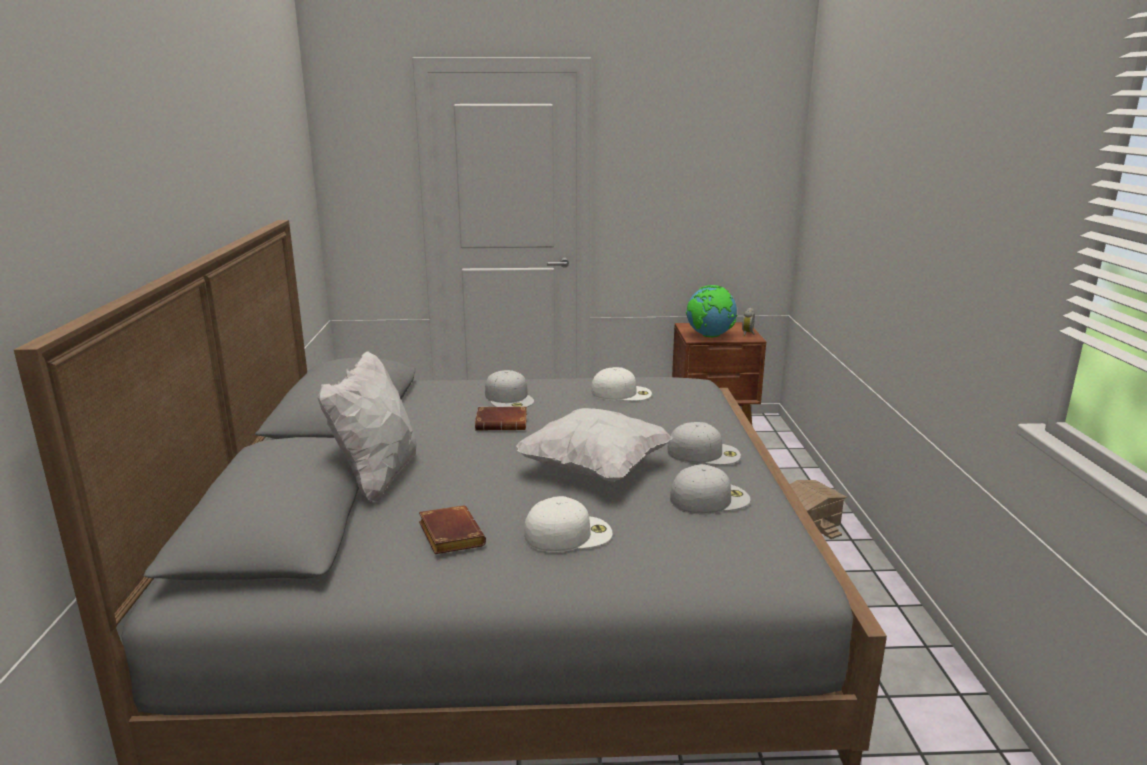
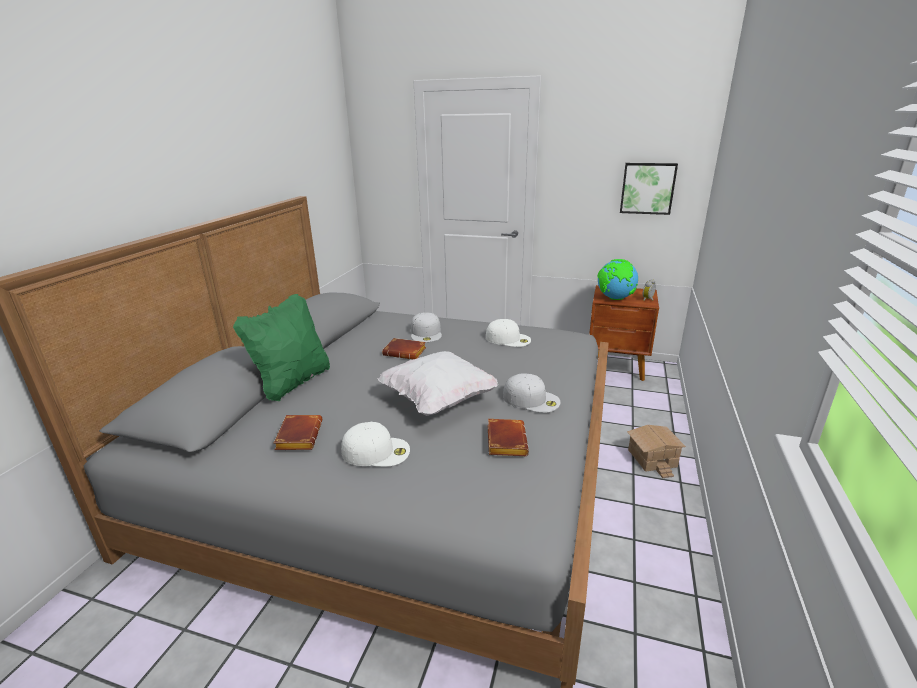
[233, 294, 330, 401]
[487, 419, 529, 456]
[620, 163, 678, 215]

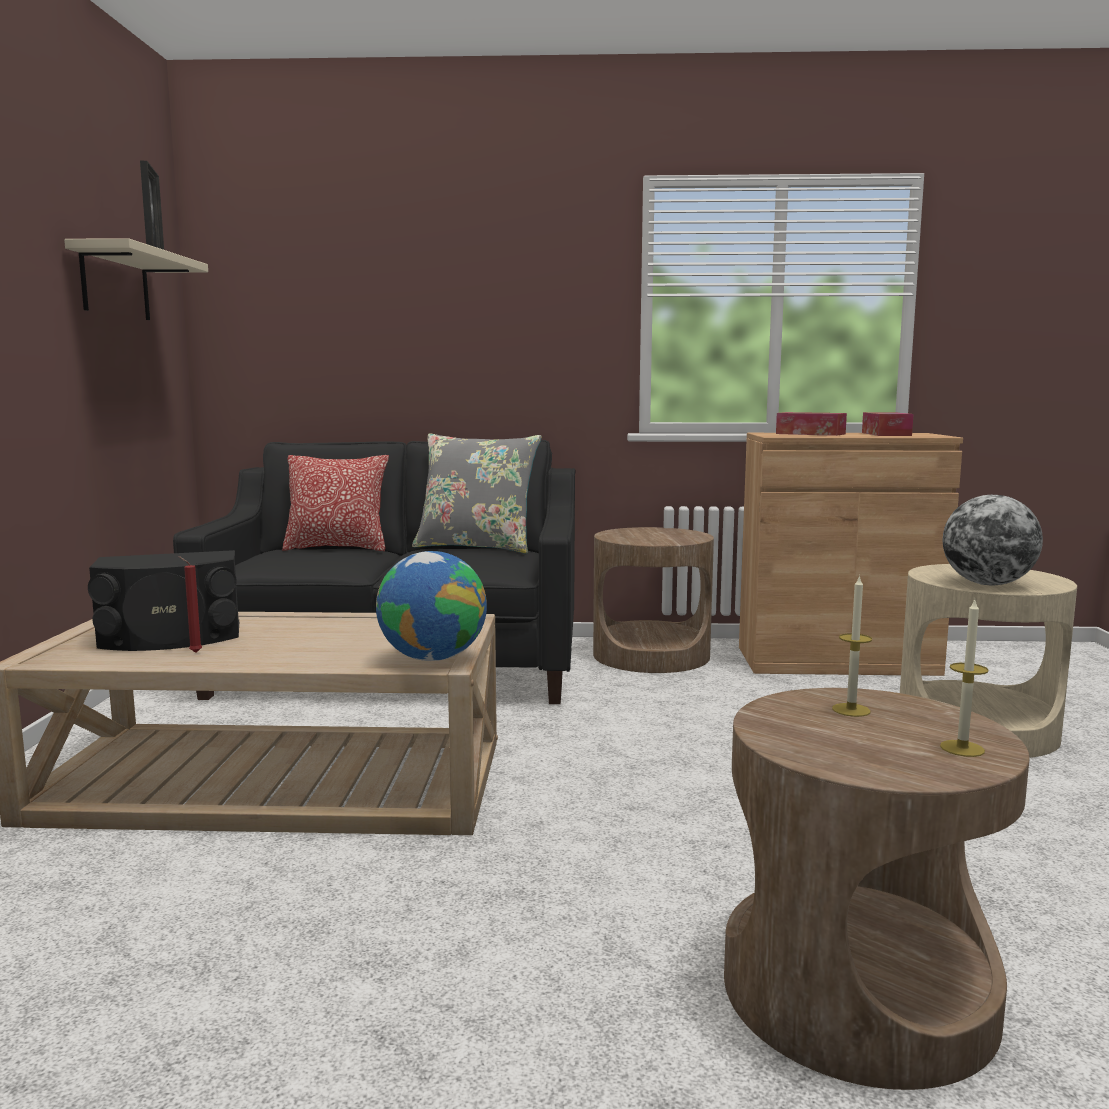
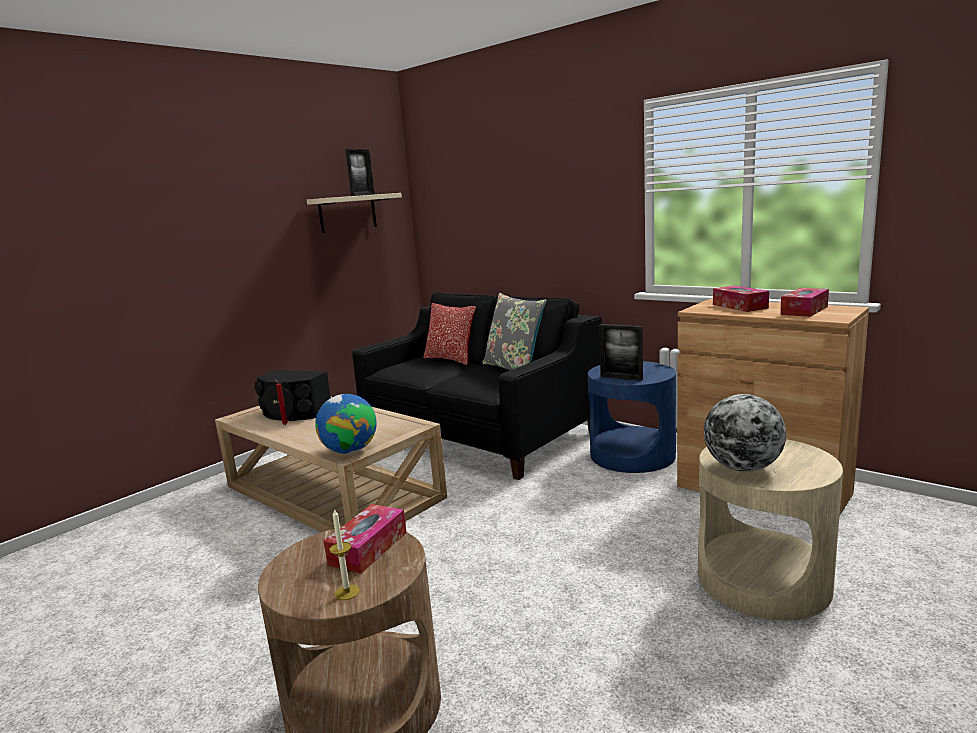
[588, 361, 676, 473]
[324, 504, 407, 574]
[599, 324, 643, 381]

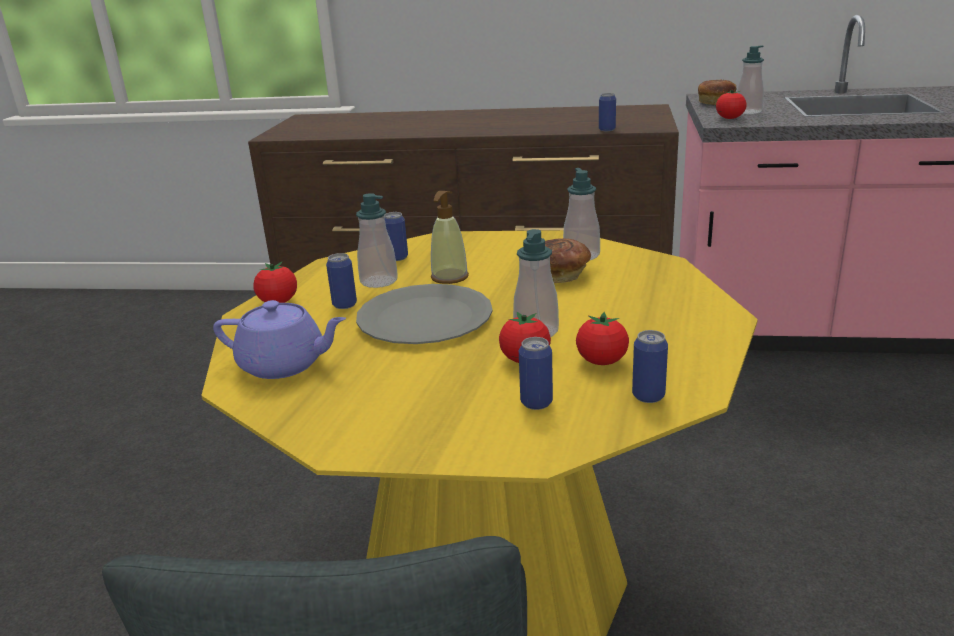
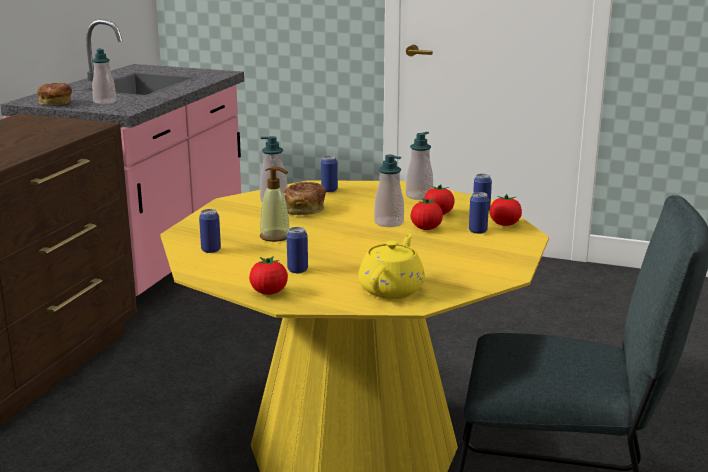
[490, 194, 522, 226]
[321, 156, 338, 192]
[406, 132, 433, 200]
[356, 284, 493, 344] (first image)
[358, 234, 425, 299]

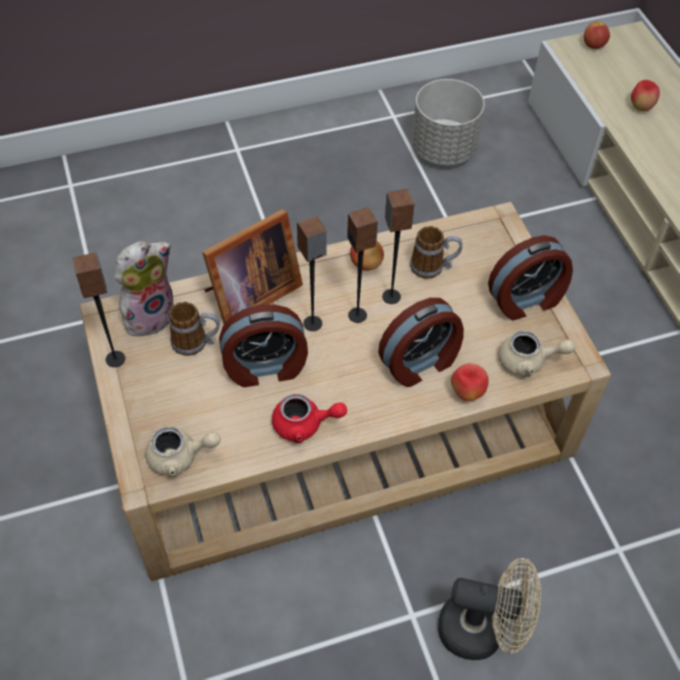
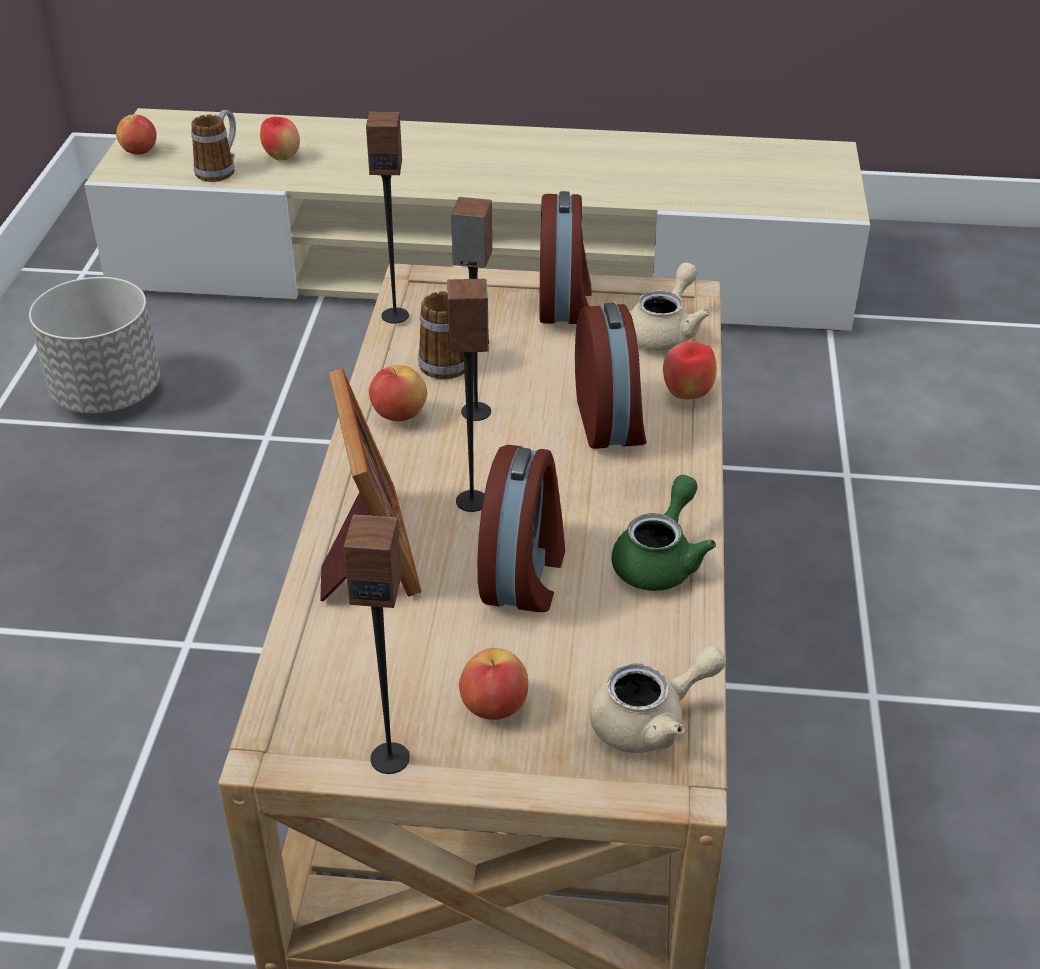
[366, 112, 409, 324]
[115, 241, 174, 336] (first image)
[191, 110, 236, 182]
[611, 475, 716, 591]
[590, 646, 726, 753]
[438, 558, 541, 660] (first image)
[459, 648, 528, 720]

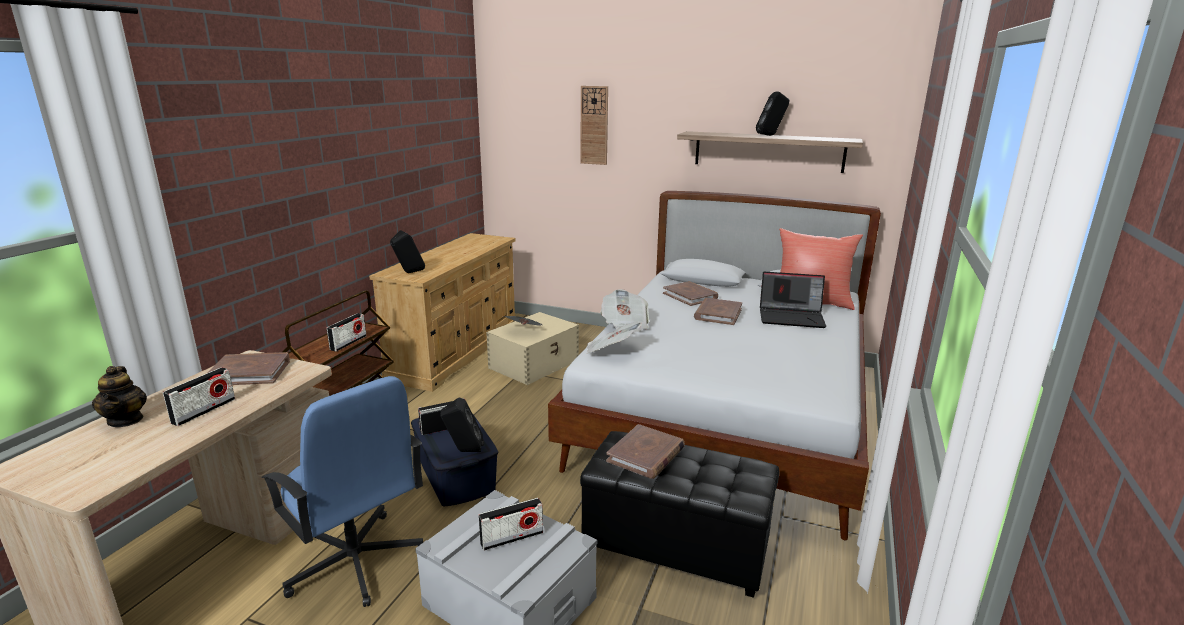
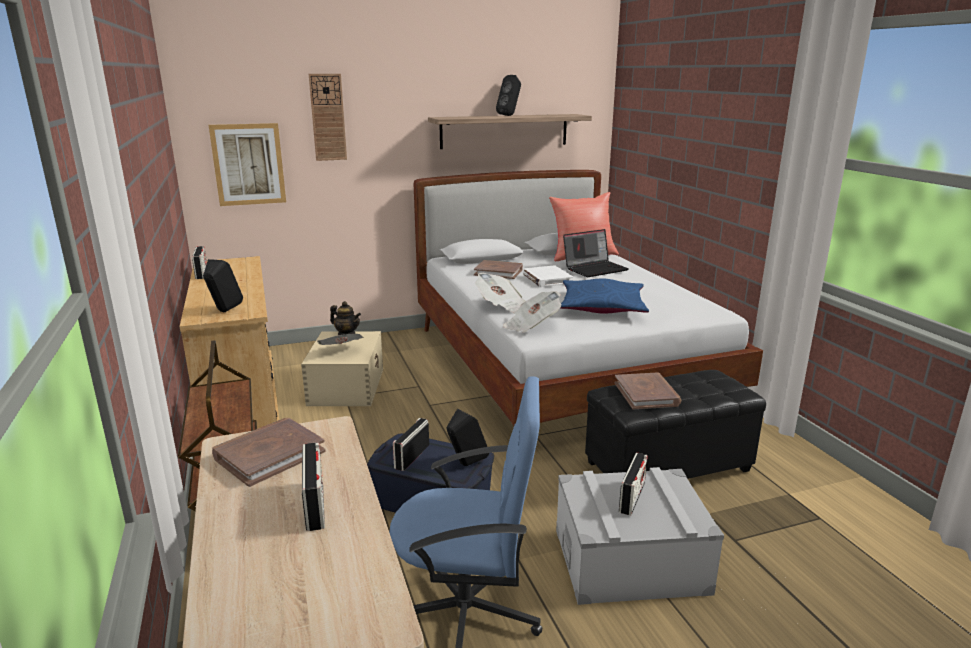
[523, 265, 573, 287]
[192, 246, 207, 279]
[330, 301, 361, 335]
[209, 123, 286, 206]
[560, 278, 649, 314]

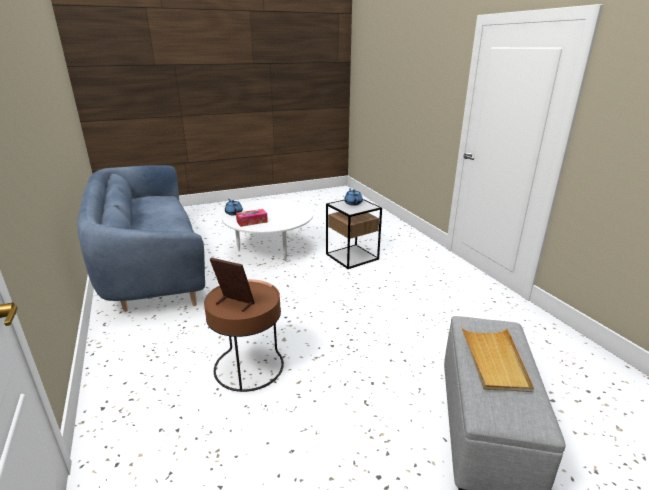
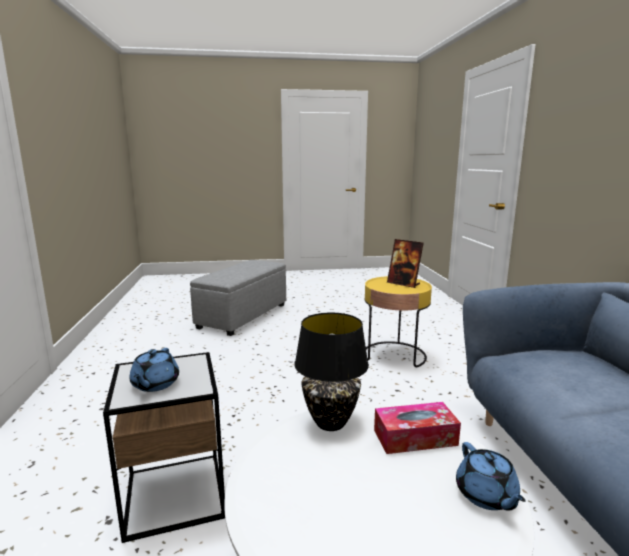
[364, 276, 432, 367]
[461, 326, 534, 392] (first image)
[294, 313, 369, 431]

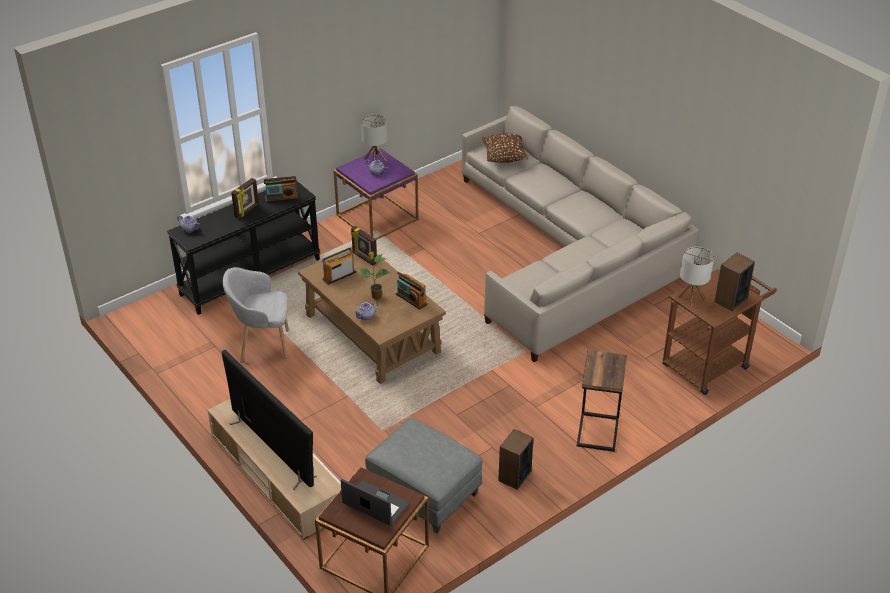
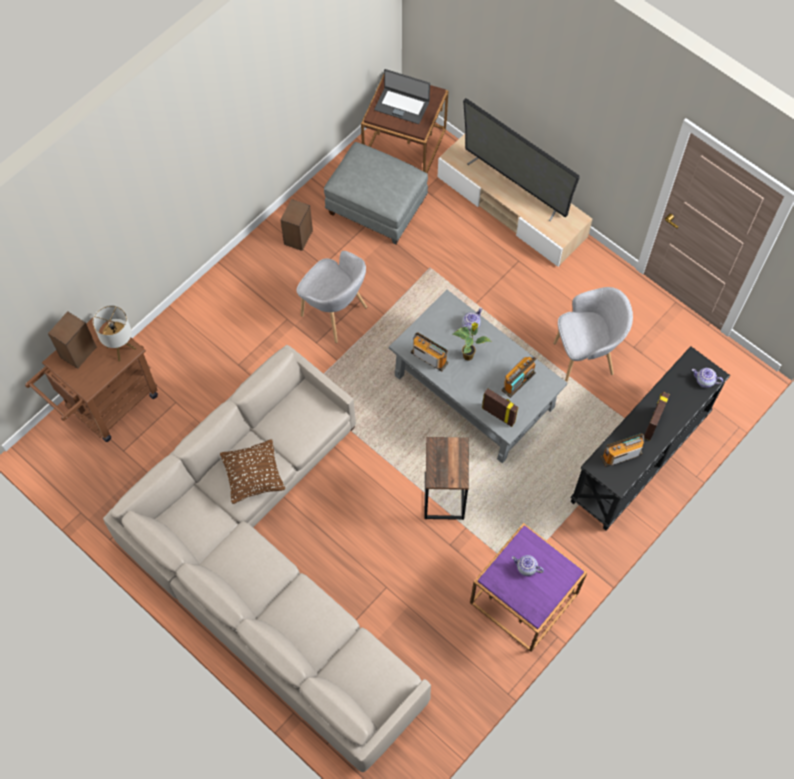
[361, 114, 387, 161] (first image)
[220, 439, 285, 504]
[389, 290, 567, 463]
[424, 437, 469, 520]
[297, 251, 367, 343]

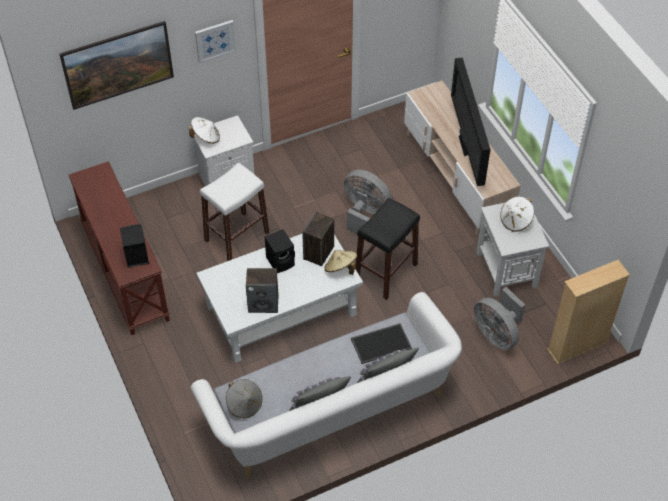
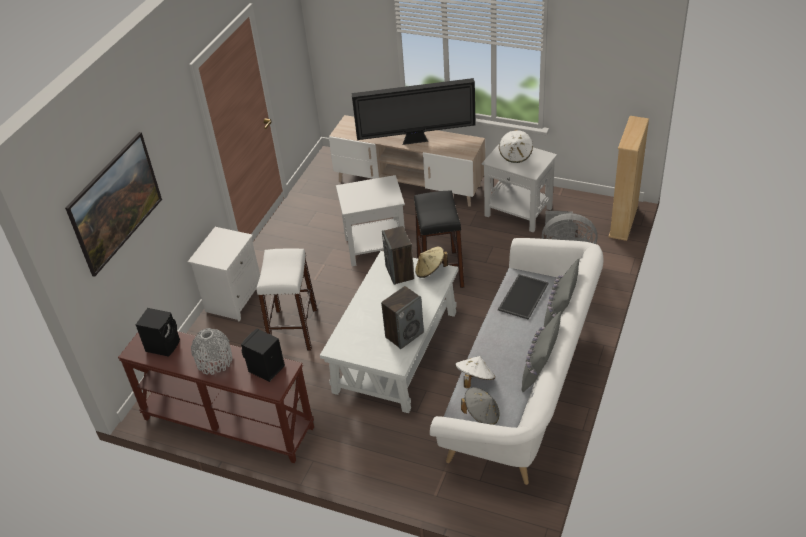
[195, 20, 236, 63] (first image)
[351, 78, 476, 145]
[455, 356, 495, 388]
[336, 175, 405, 266]
[136, 308, 180, 357]
[191, 328, 233, 375]

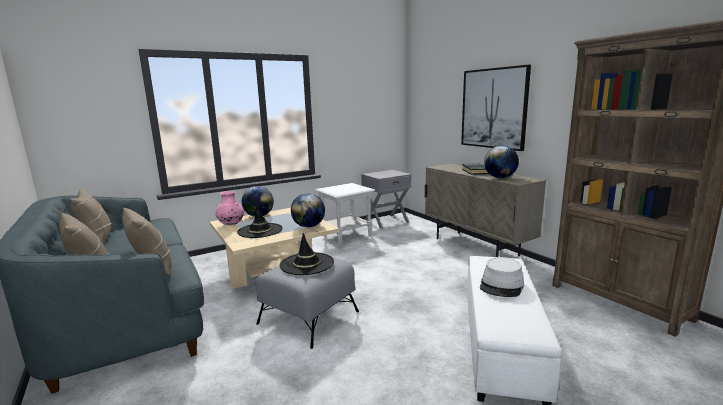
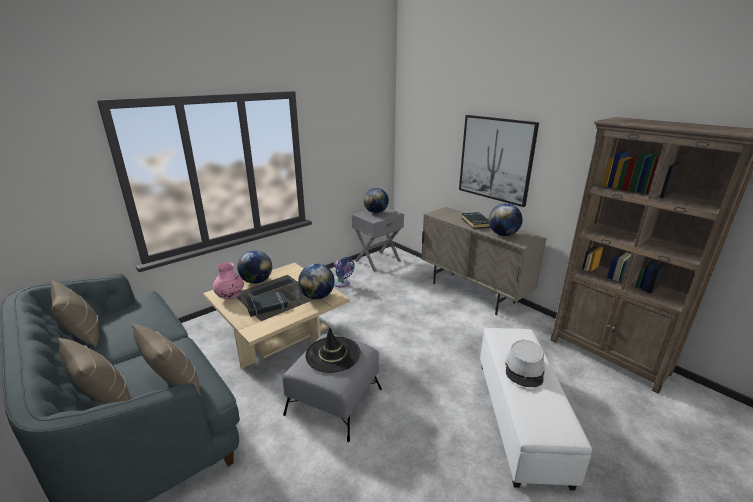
[334, 257, 355, 287]
[245, 291, 288, 317]
[363, 188, 389, 213]

